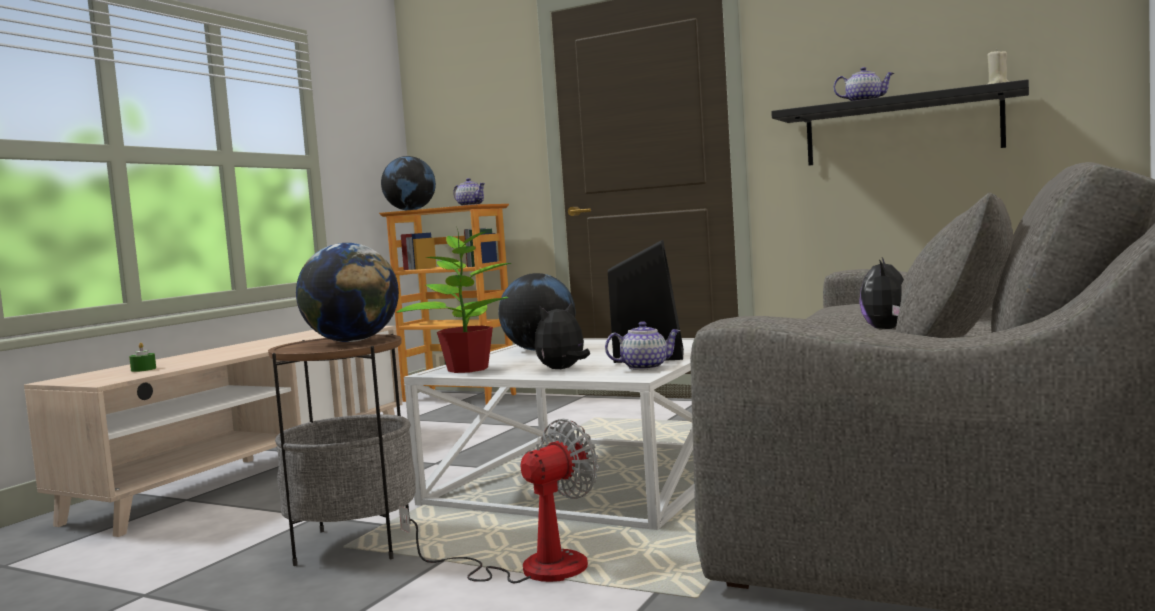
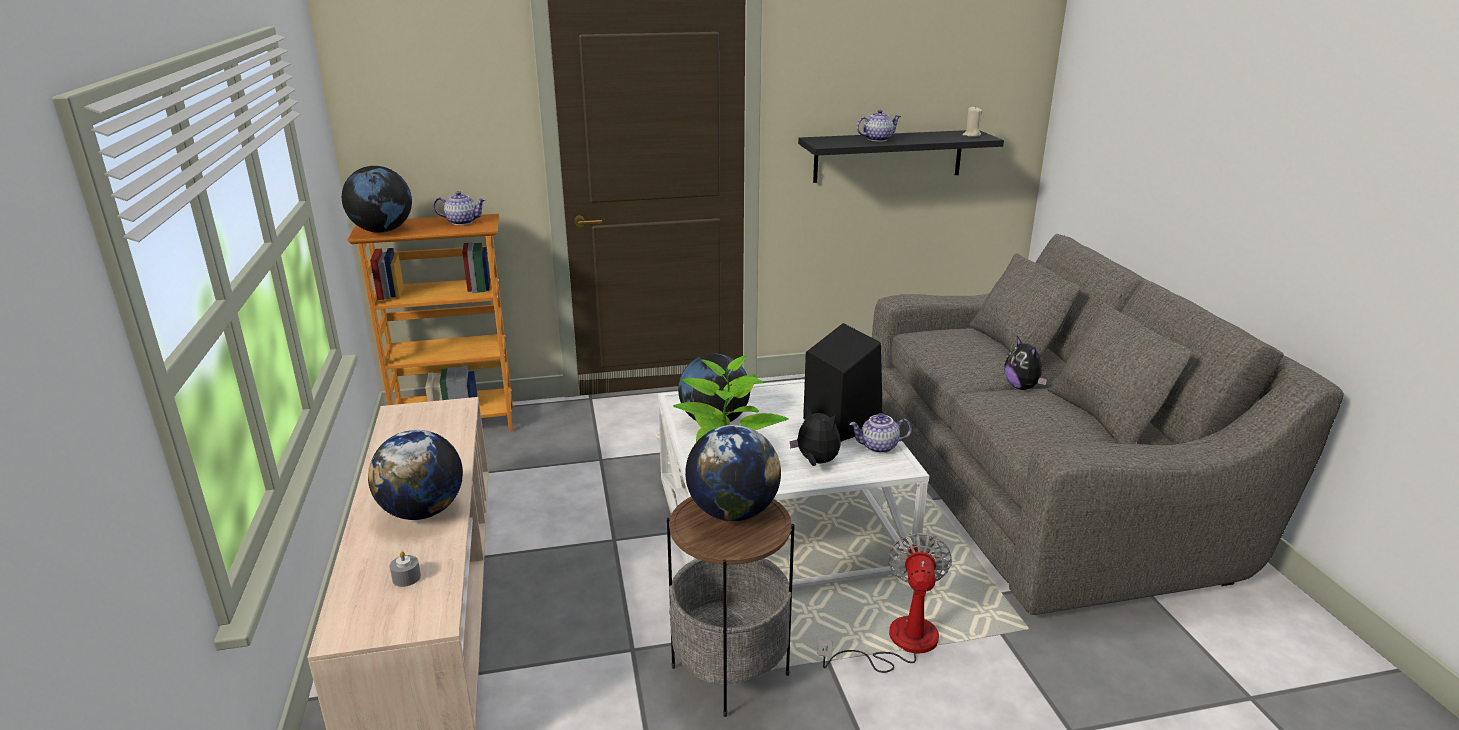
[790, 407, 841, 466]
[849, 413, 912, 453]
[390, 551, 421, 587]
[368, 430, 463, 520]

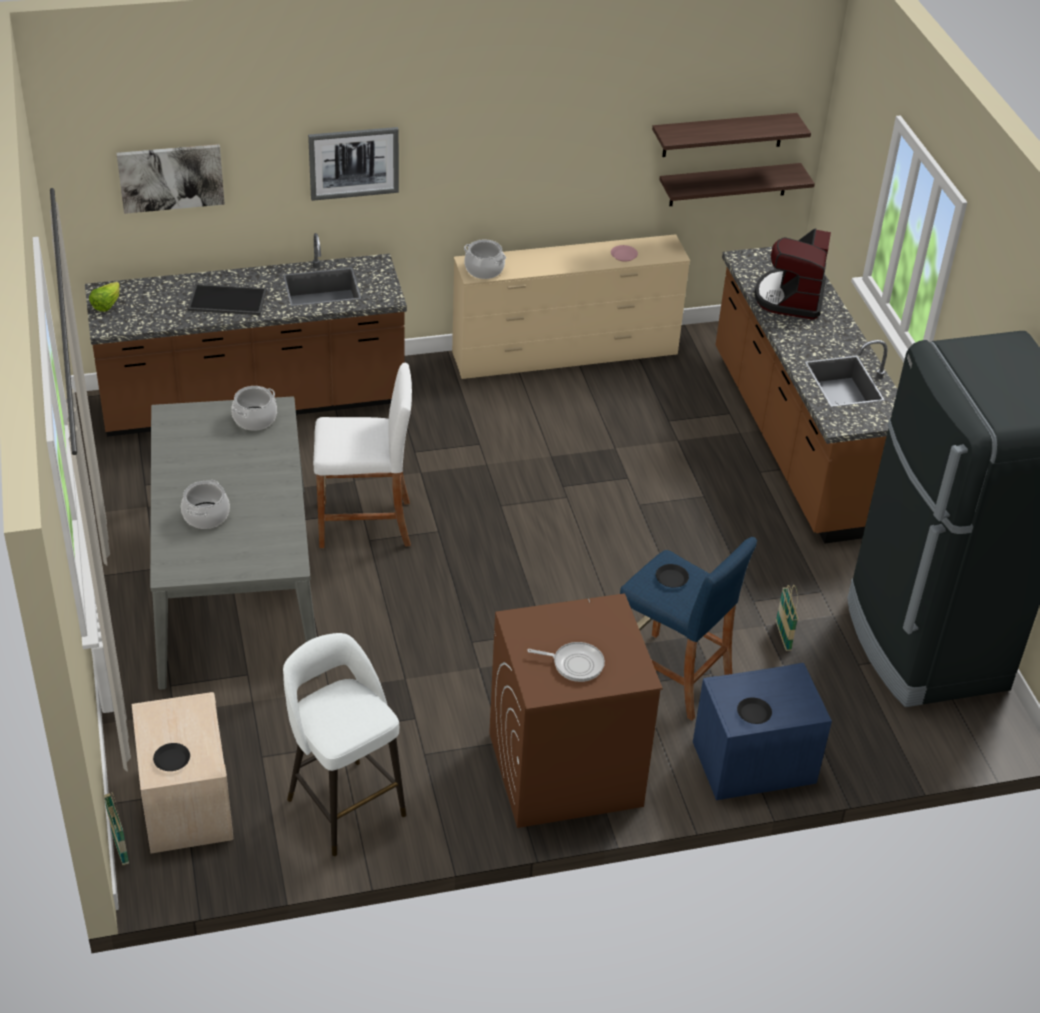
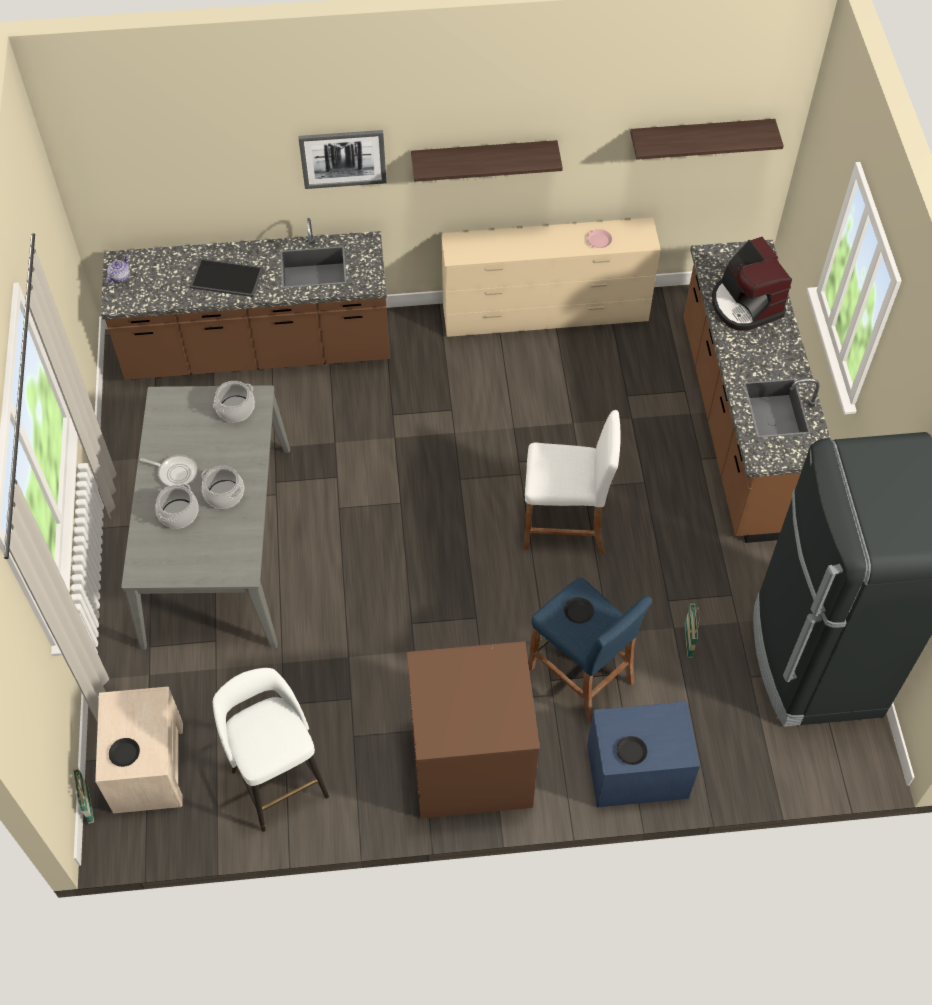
[117, 144, 225, 214] (first image)
[411, 140, 563, 182]
[712, 237, 792, 331]
[202, 466, 244, 509]
[107, 254, 130, 285]
[524, 410, 621, 555]
[140, 455, 198, 487]

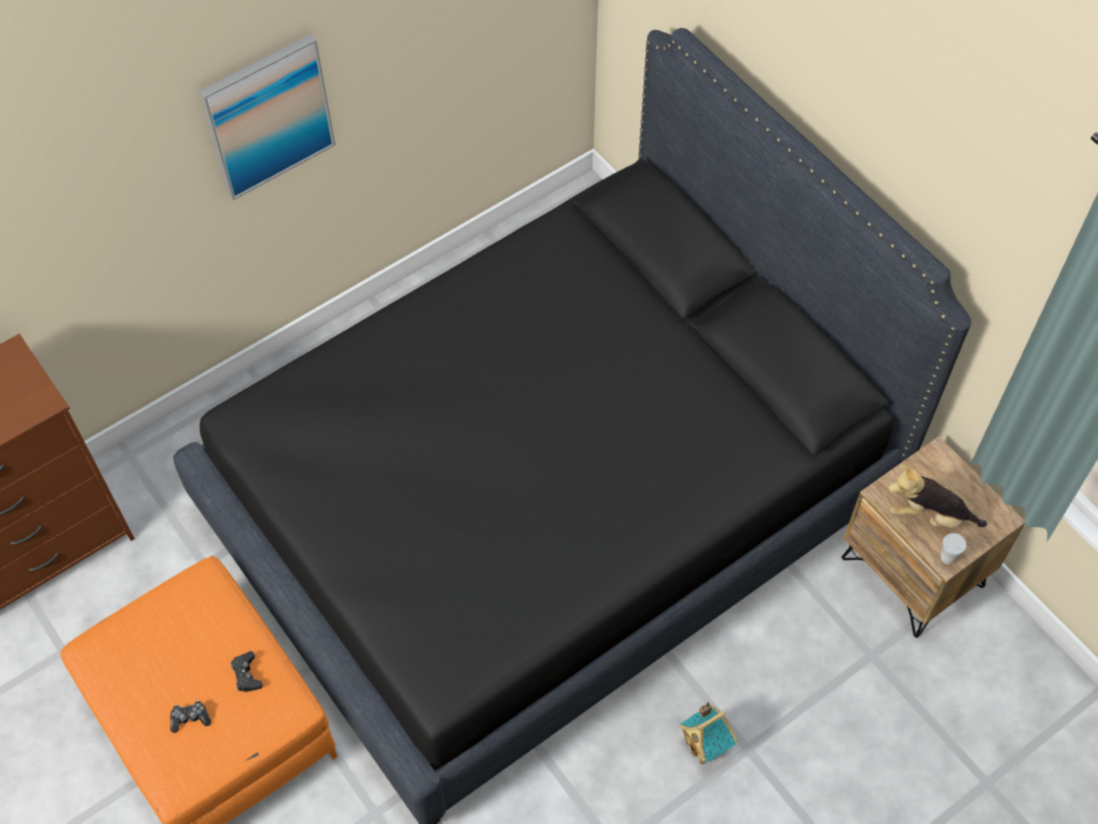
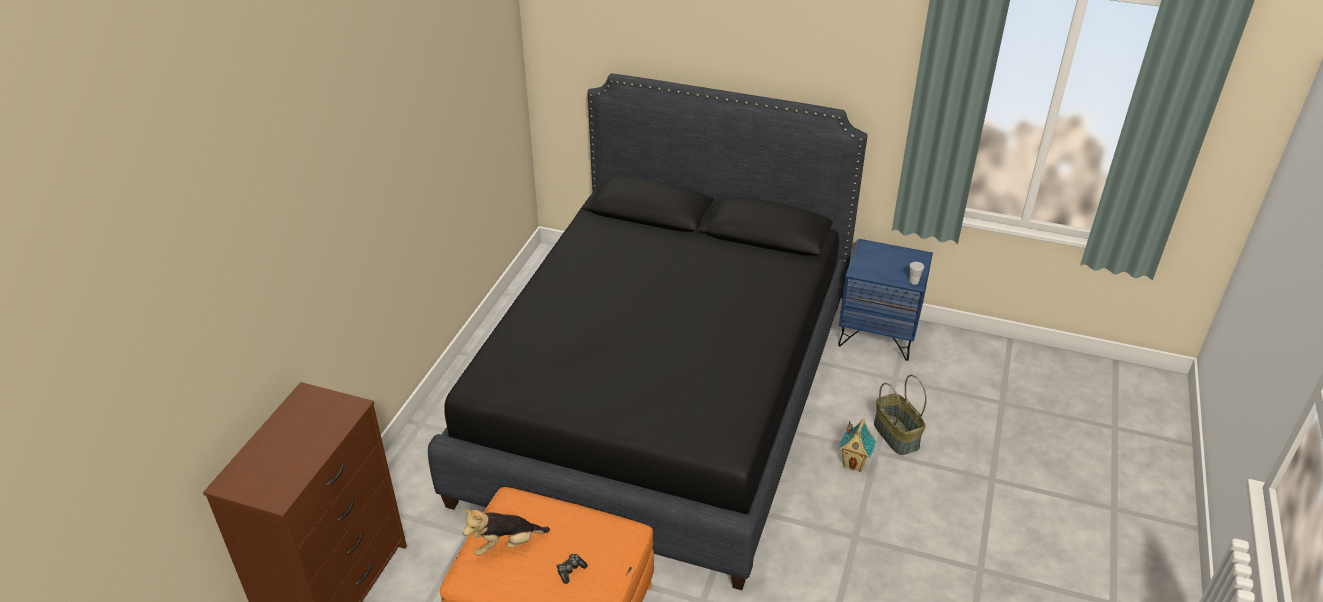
[199, 34, 335, 200] (first image)
[838, 239, 933, 361]
[463, 509, 550, 555]
[231, 651, 263, 692] (first image)
[874, 375, 927, 455]

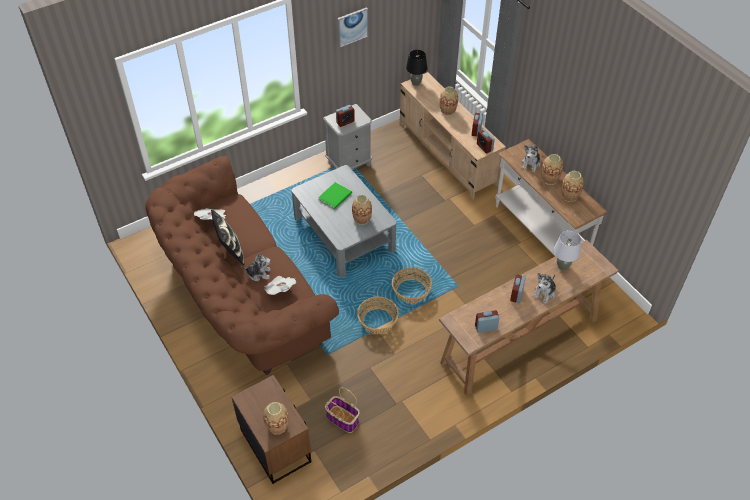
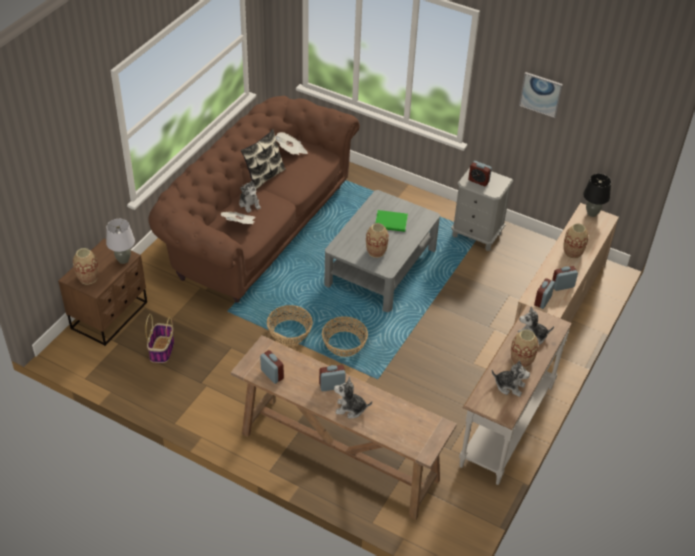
[492, 360, 530, 397]
[106, 219, 135, 264]

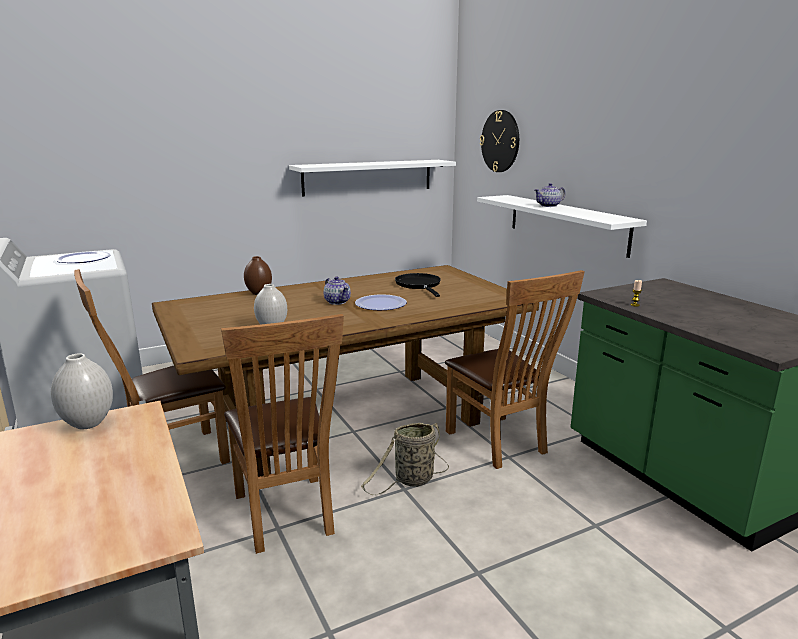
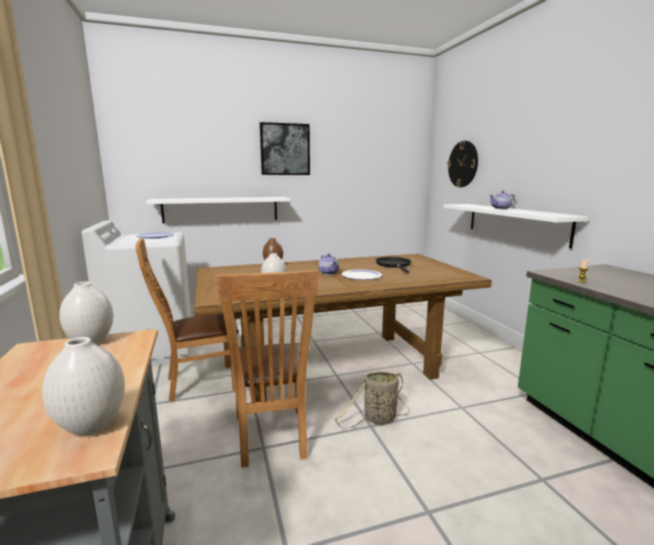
[146, 197, 290, 223]
[445, 270, 585, 469] (first image)
[260, 122, 310, 175]
[42, 337, 125, 436]

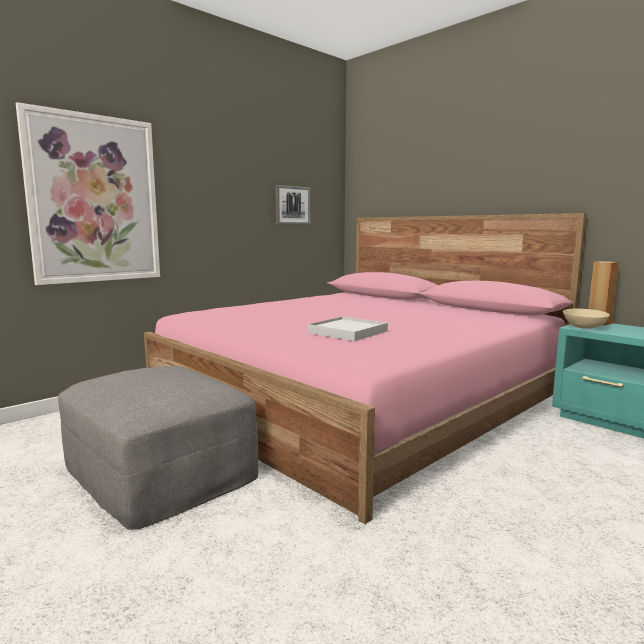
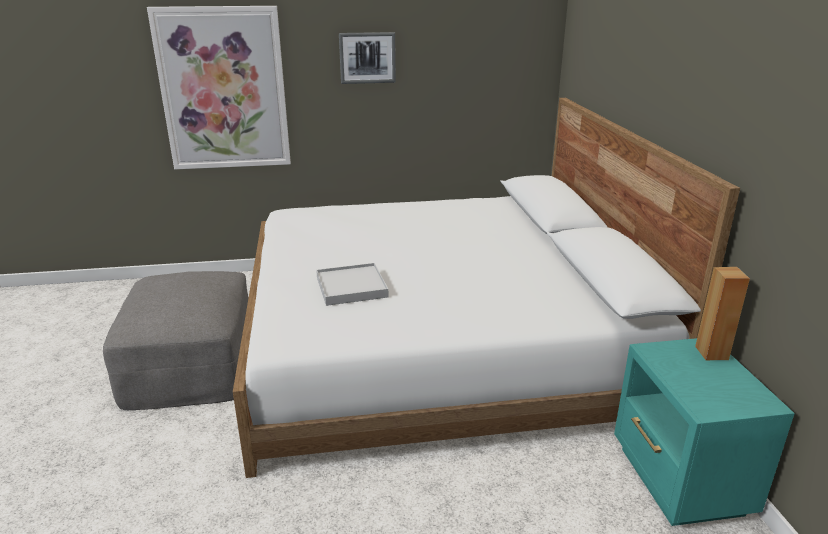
[339, 32, 396, 84]
[233, 98, 740, 478]
[563, 309, 610, 329] (first image)

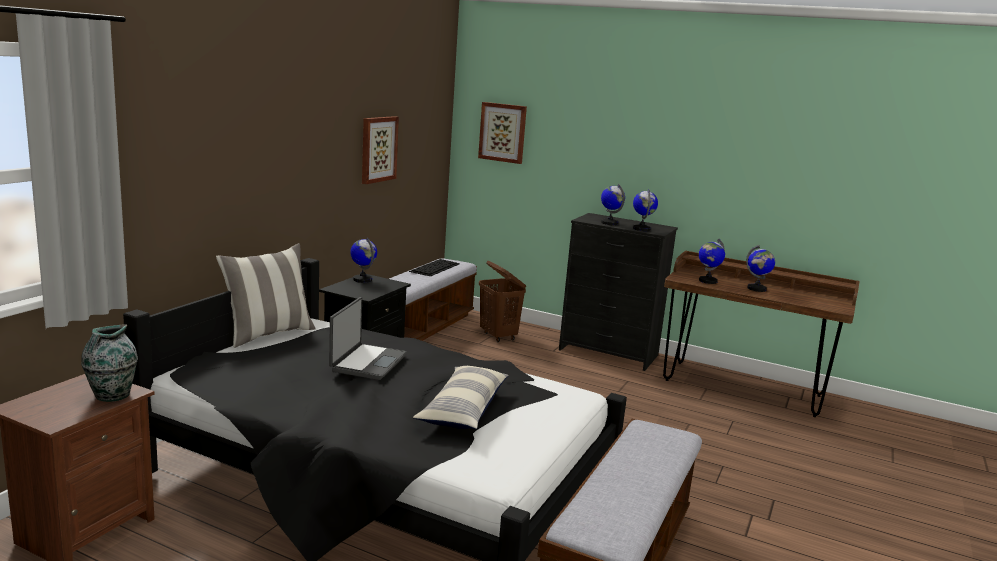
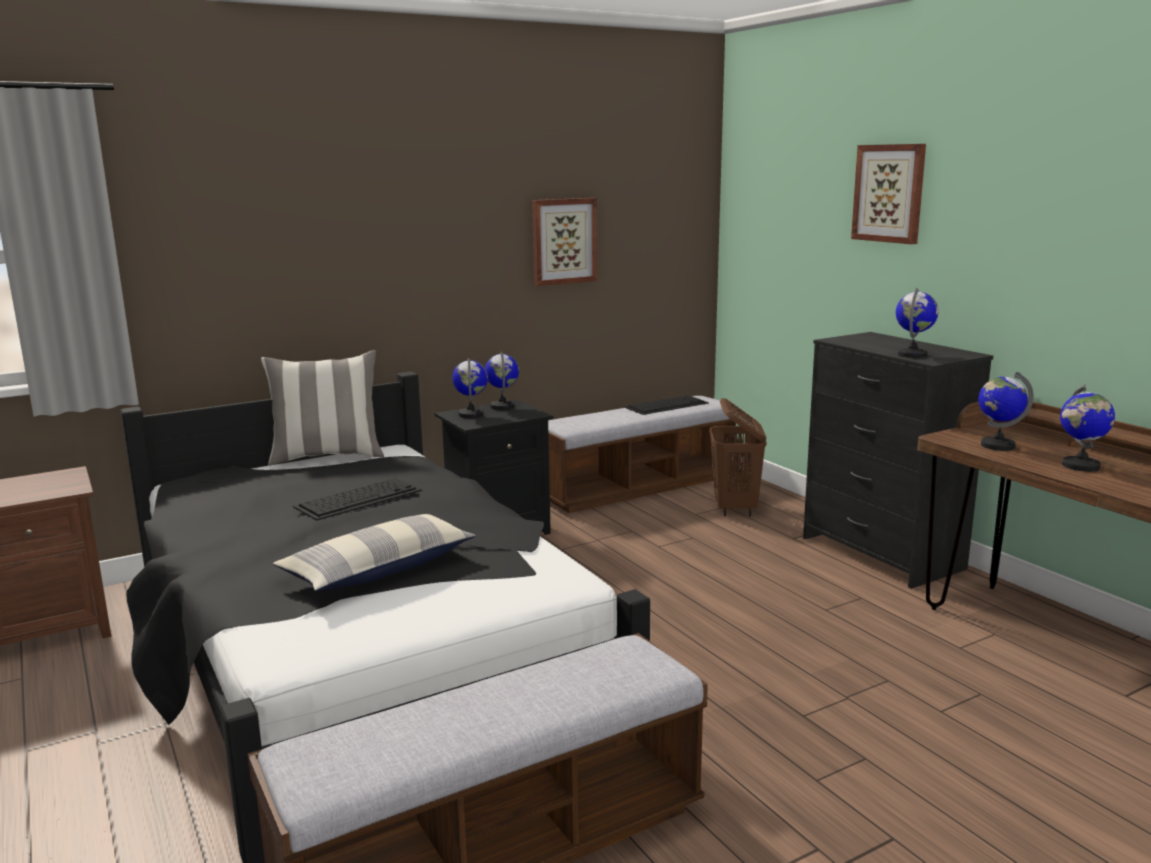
[851, 144, 926, 244]
[452, 358, 488, 418]
[293, 478, 422, 520]
[81, 324, 138, 402] (first image)

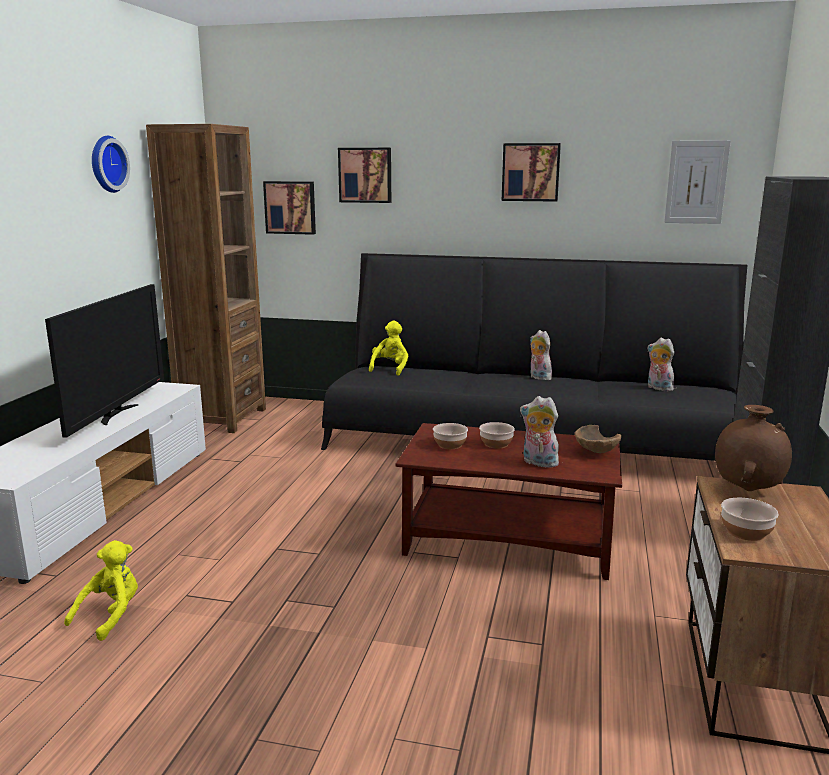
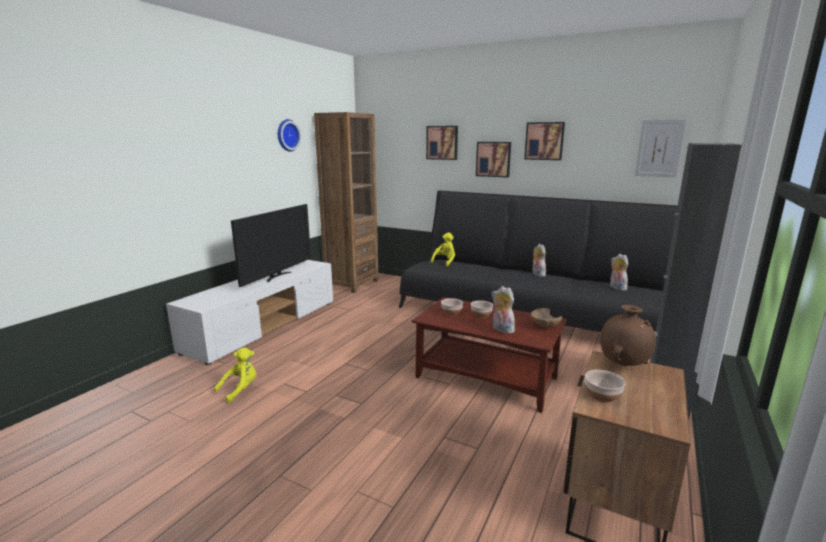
[476, 142, 511, 177]

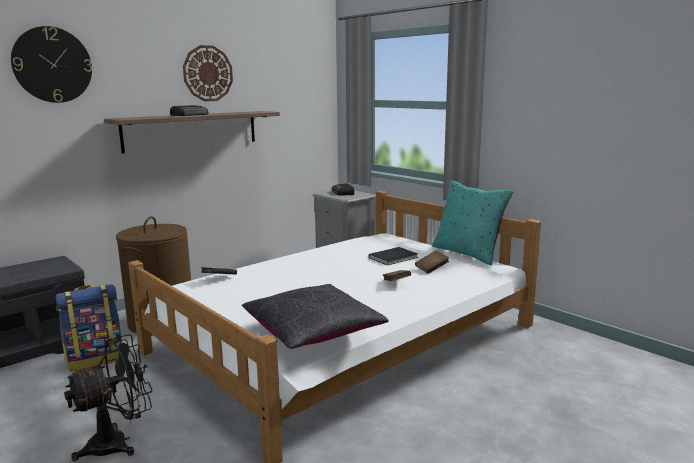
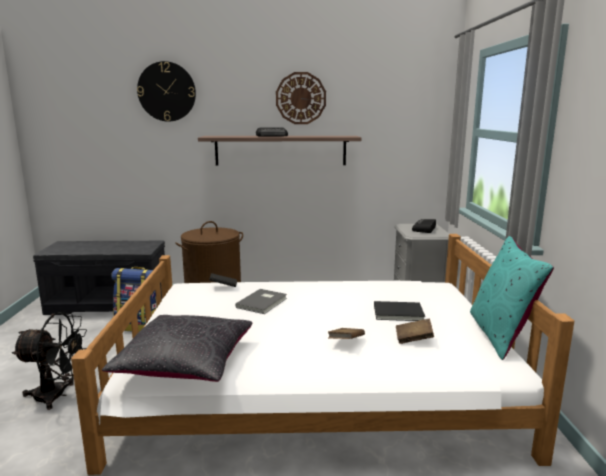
[235, 289, 287, 314]

